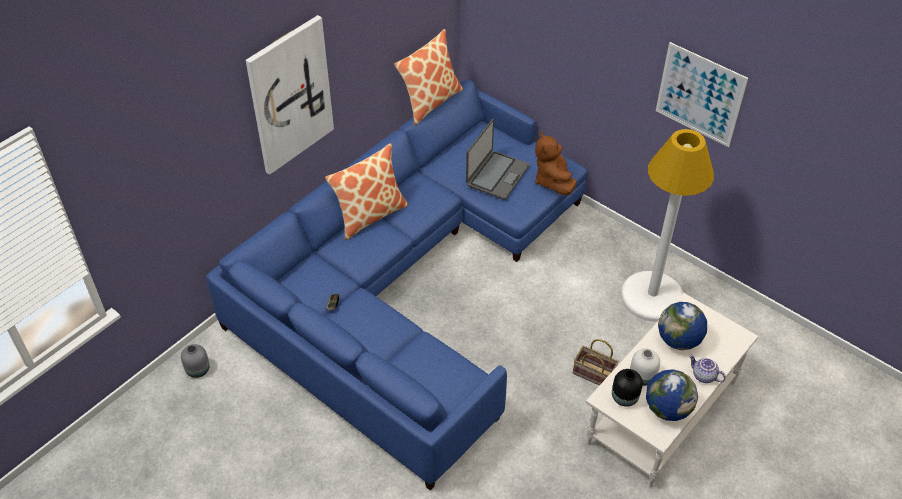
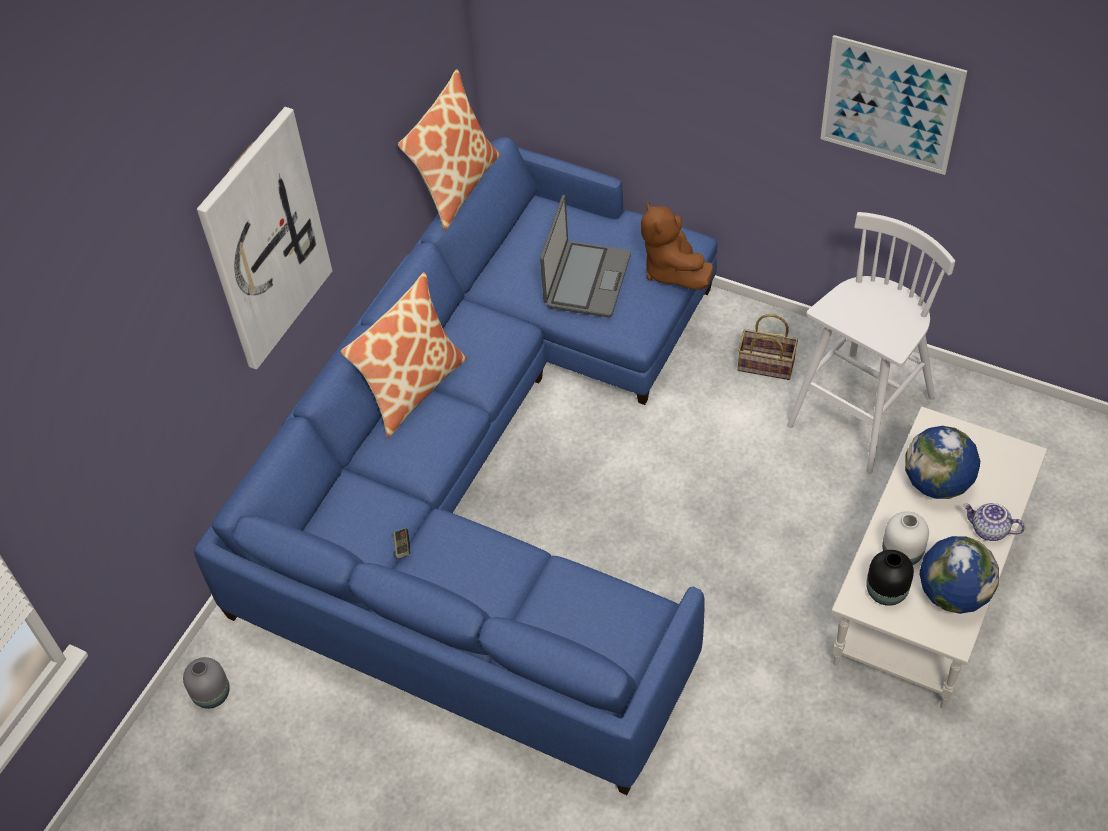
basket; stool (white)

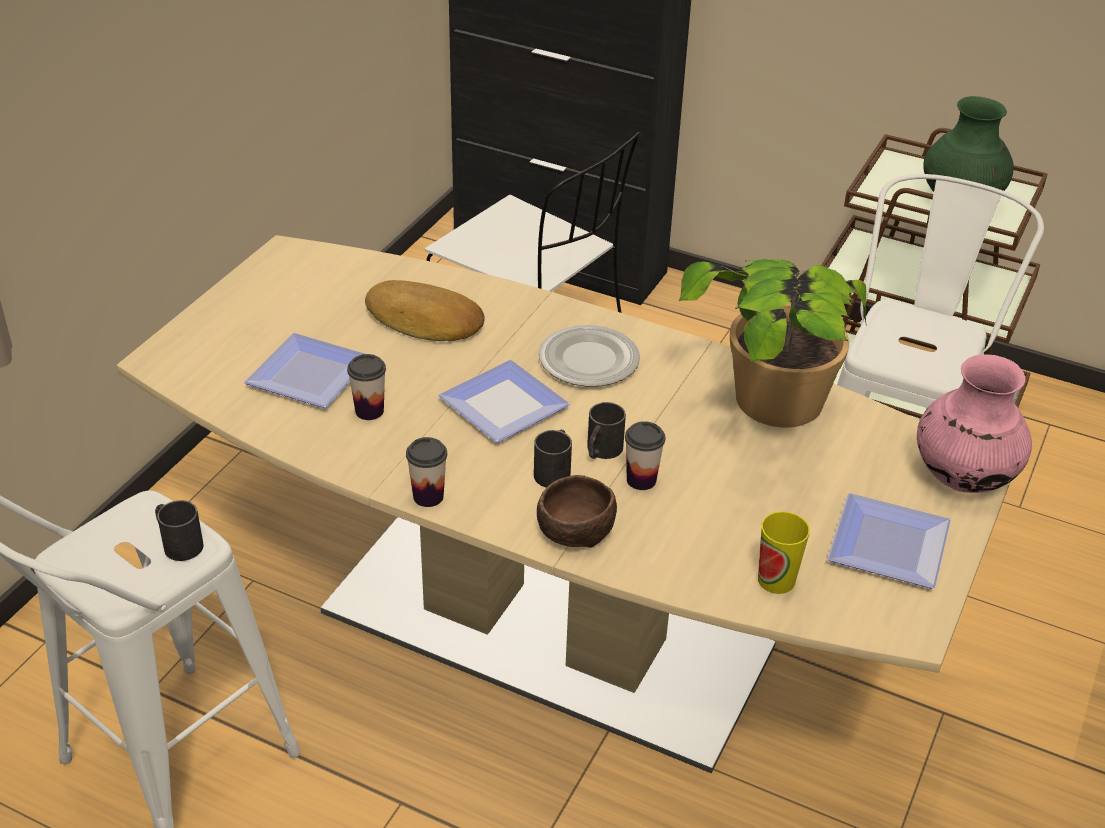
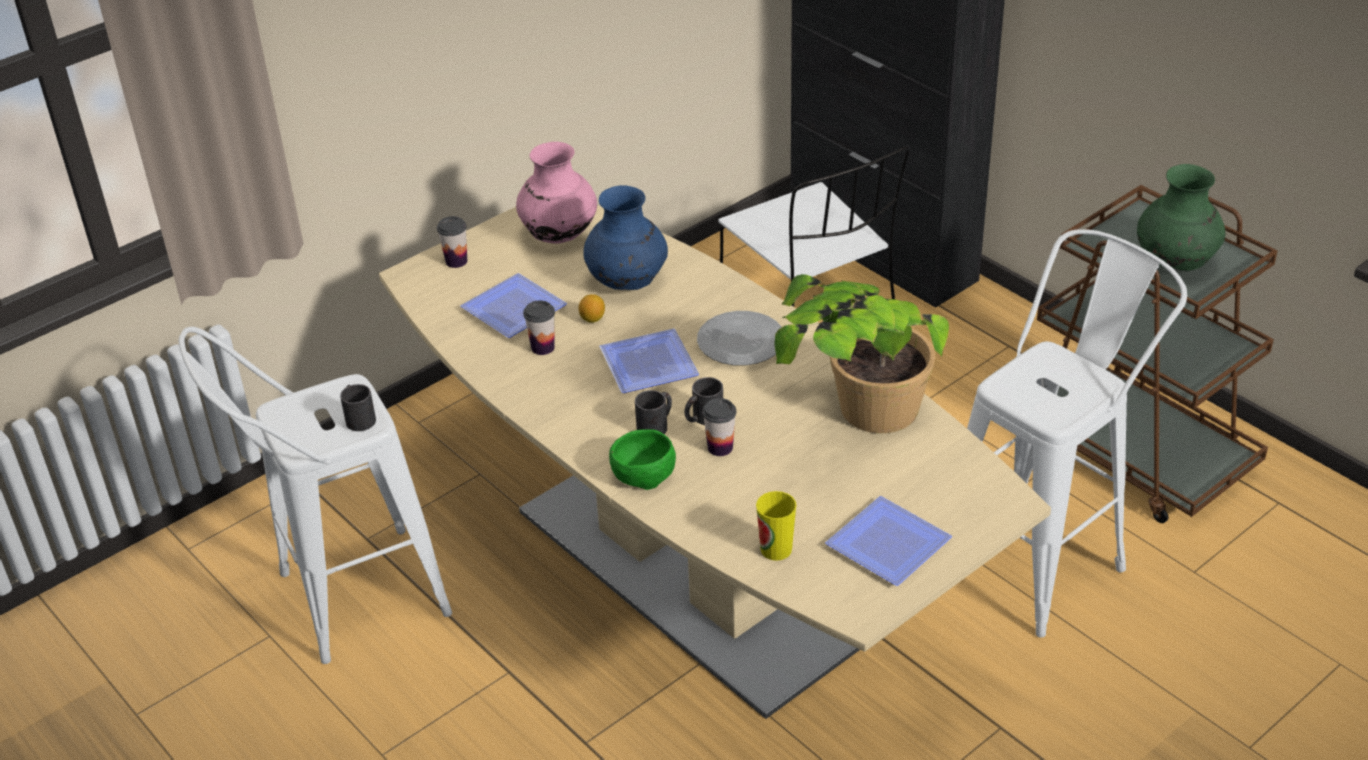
lemon; cup (no. 1 from left); vase (pink); vase (blue); bowl (green)

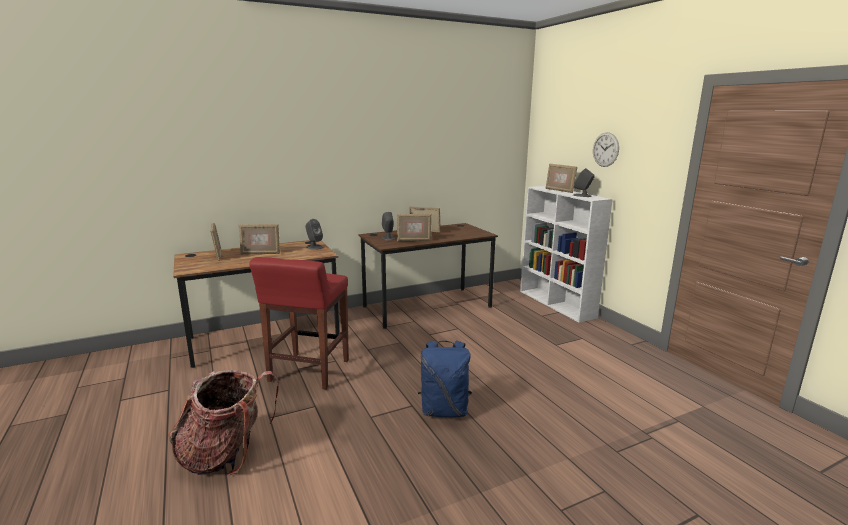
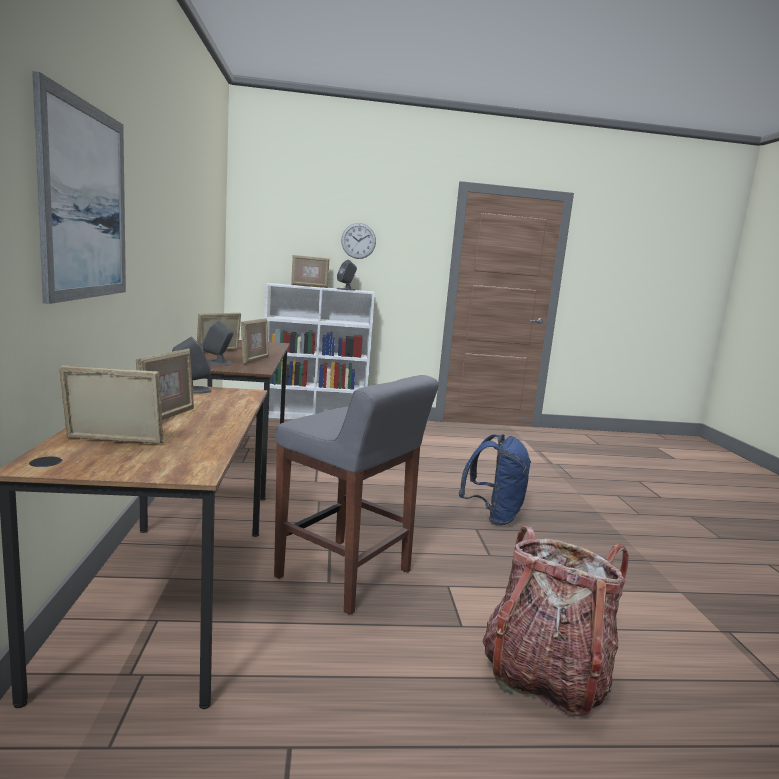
picture; stool (grey)

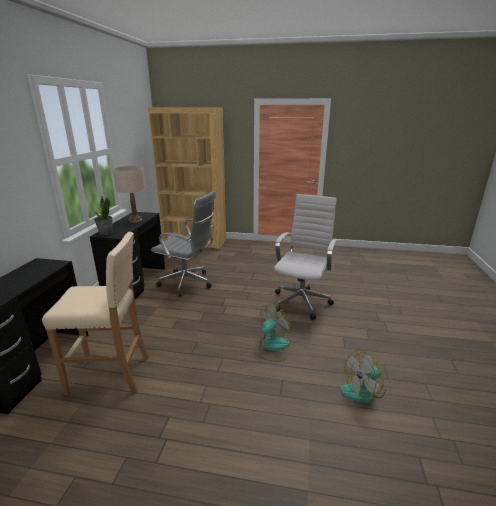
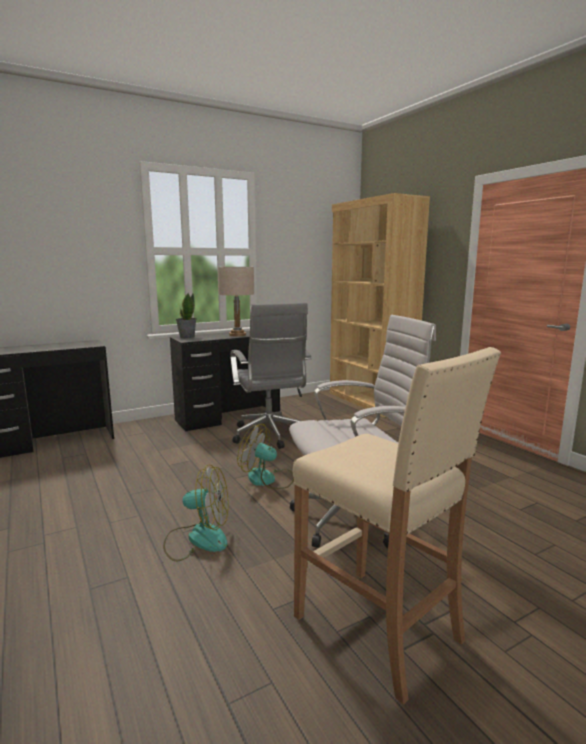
stool (beige); fan (no. 2 from left)

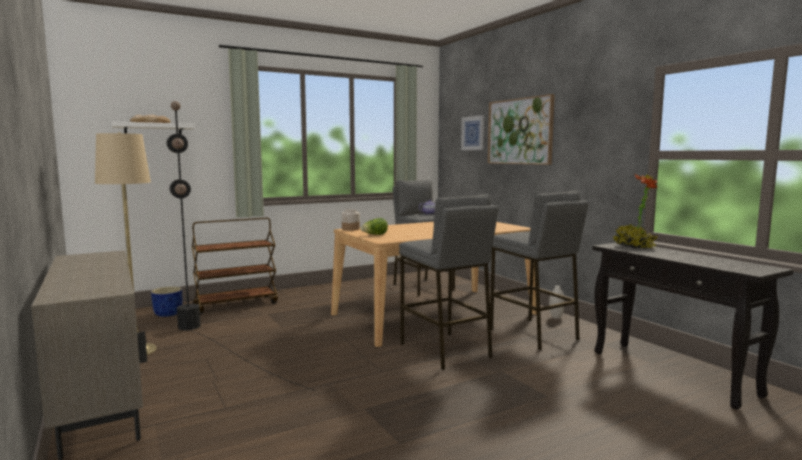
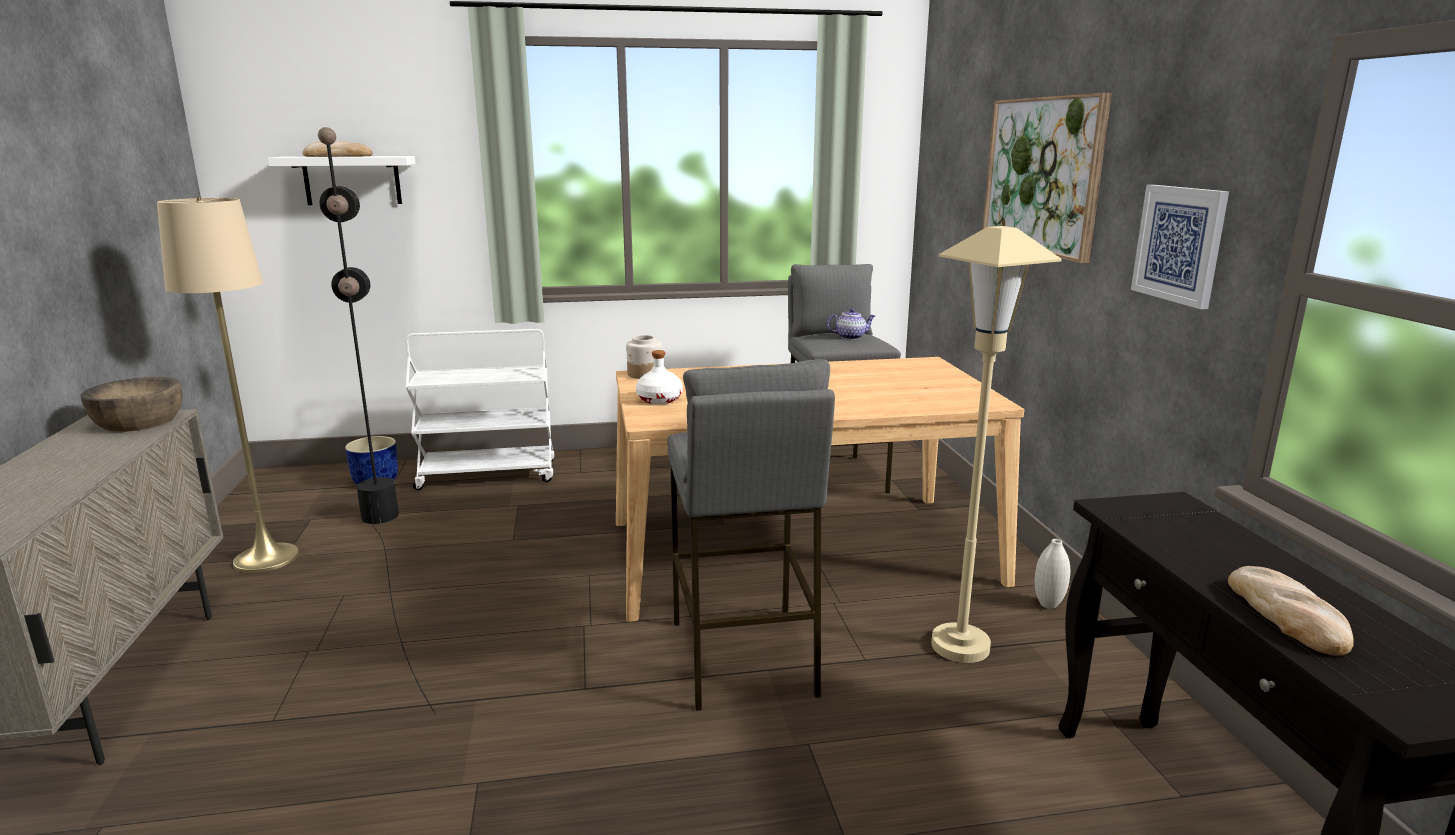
potted plant; bowl (brown); bread (no. 2 from left); picture (no. 2 from left); bottle (white); floor lamp (beige) (no. 2 from left); cart (white)

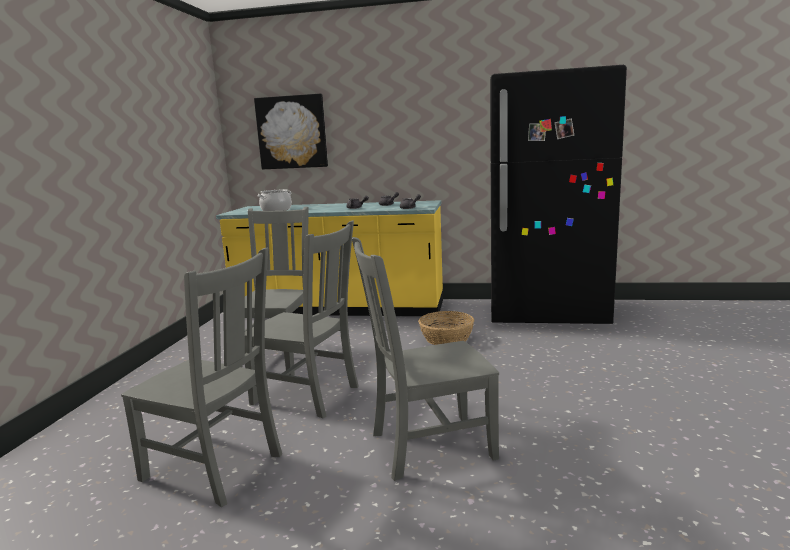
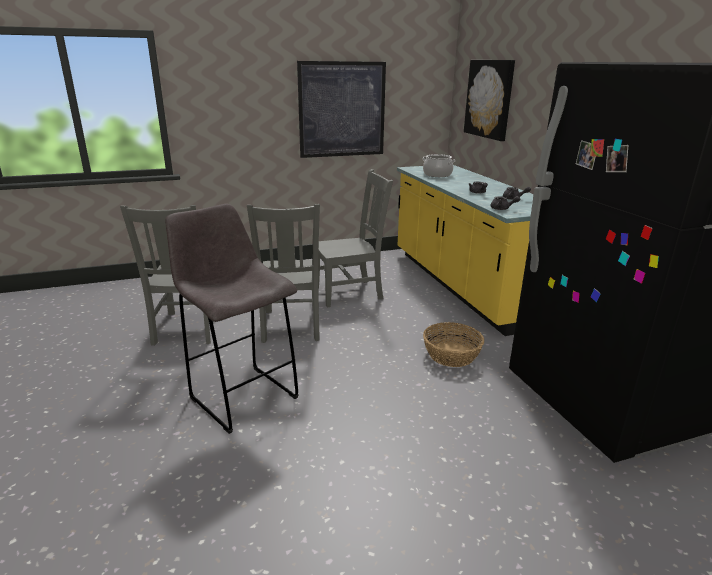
picture (no. 1 from left); stool (grey)

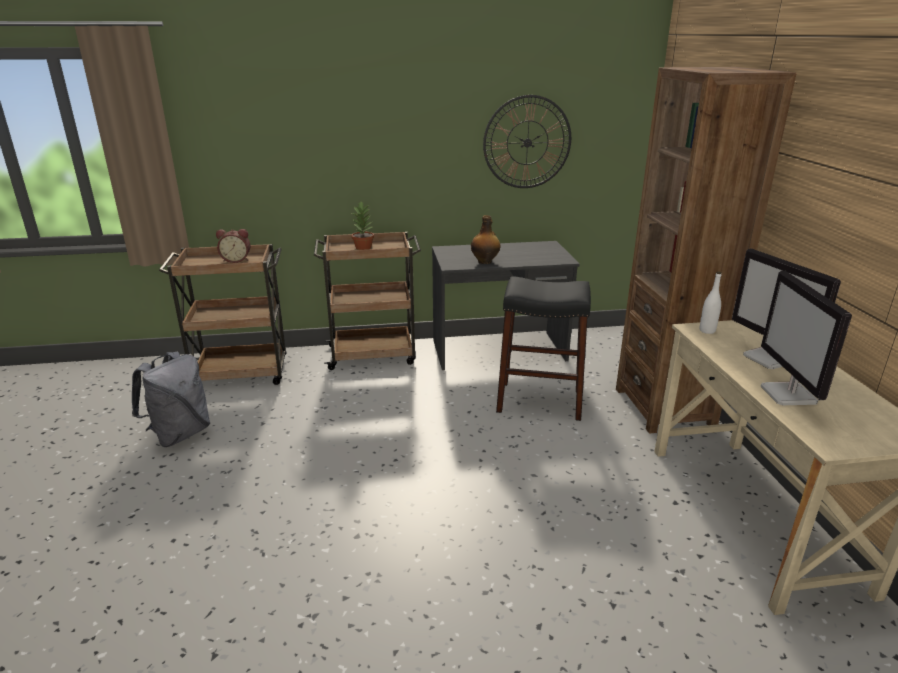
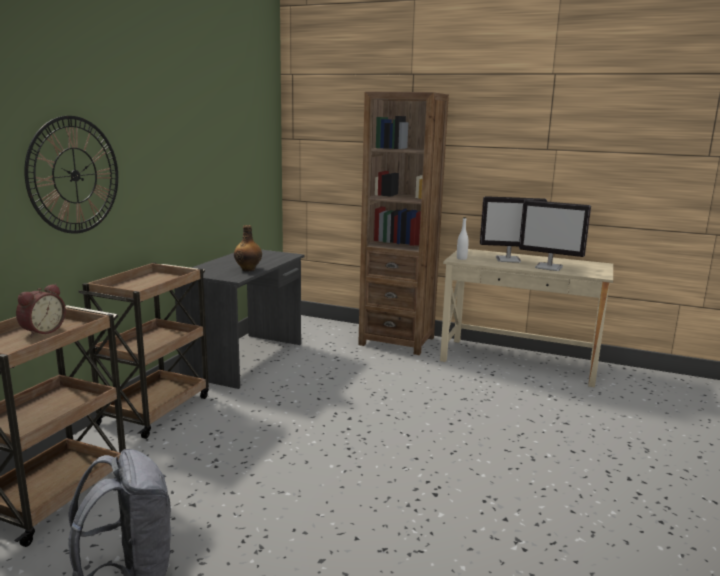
potted plant; stool (black); wall clock

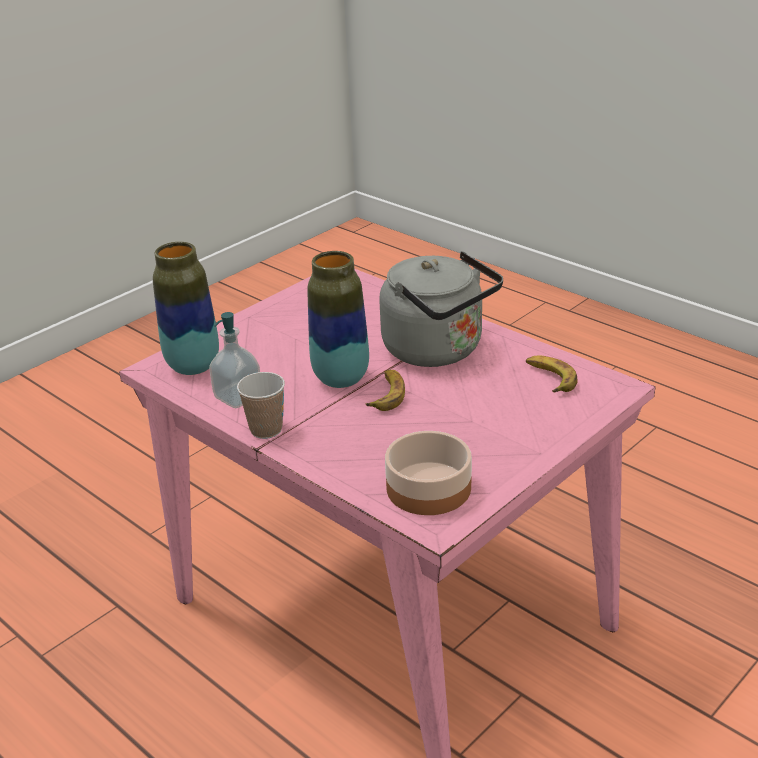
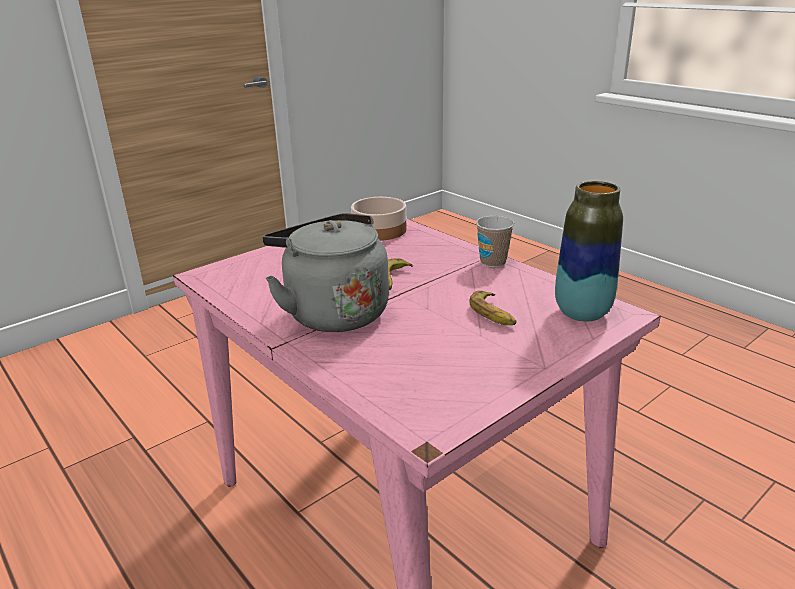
soap dispenser; vase (no. 2 from left in the first image); banana (no. 2 from left)

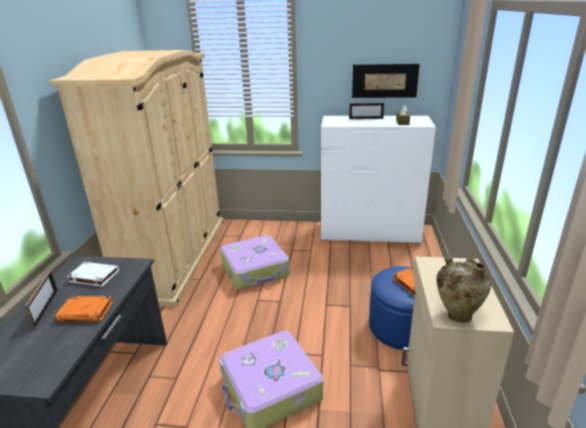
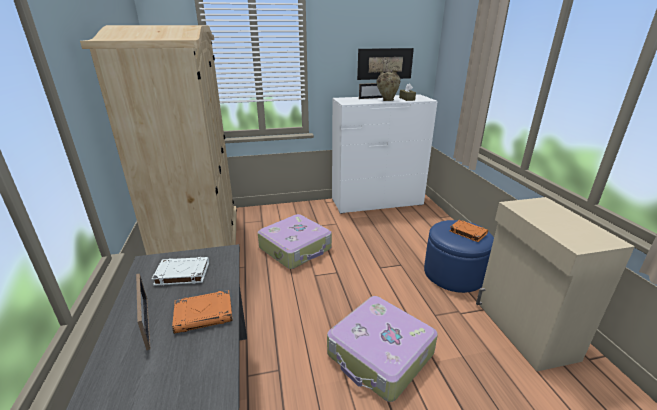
vase (beige)

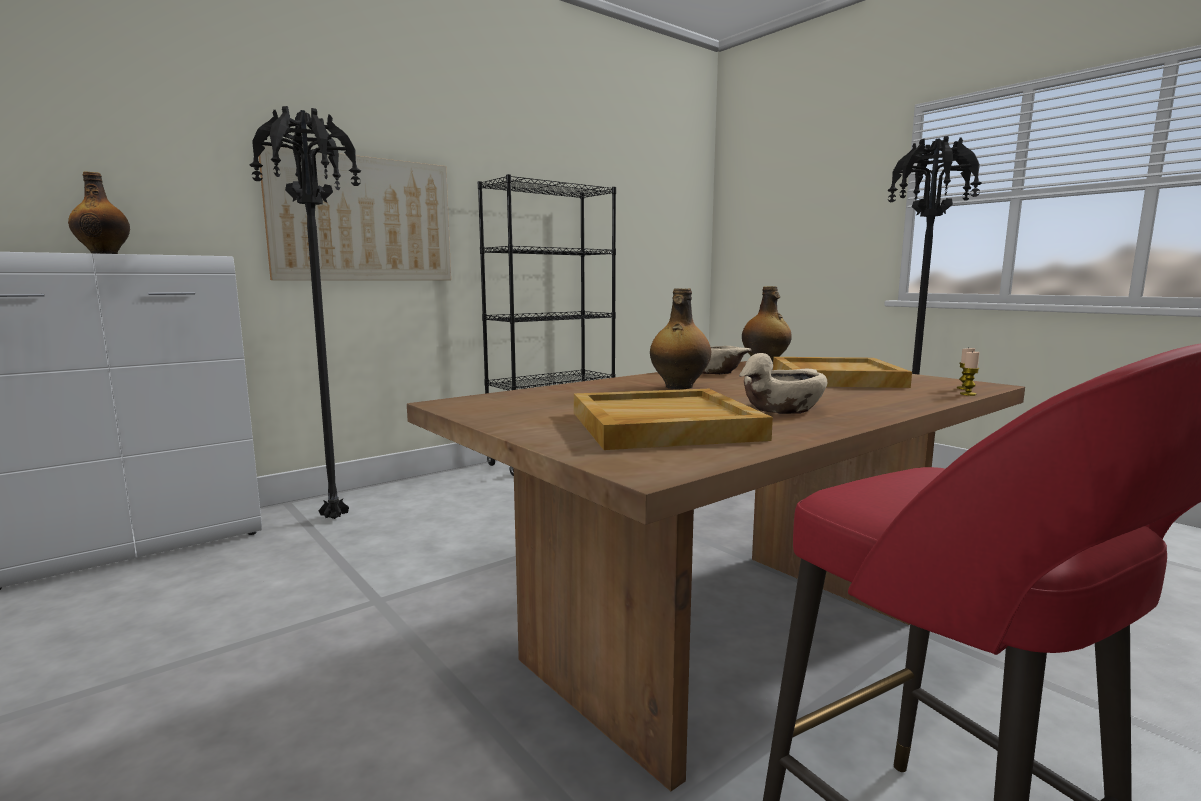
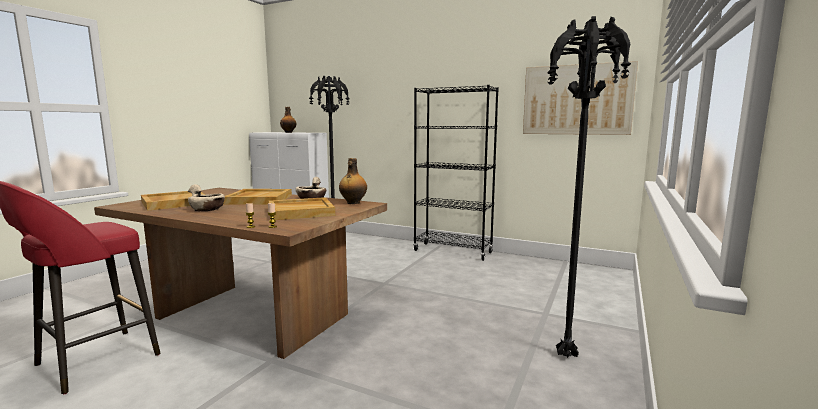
picture; tray (beige) (no. 2 from left)

